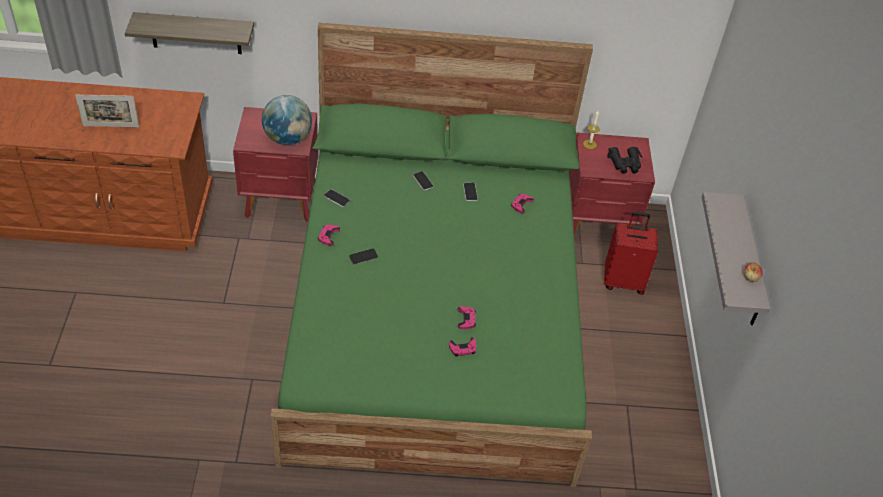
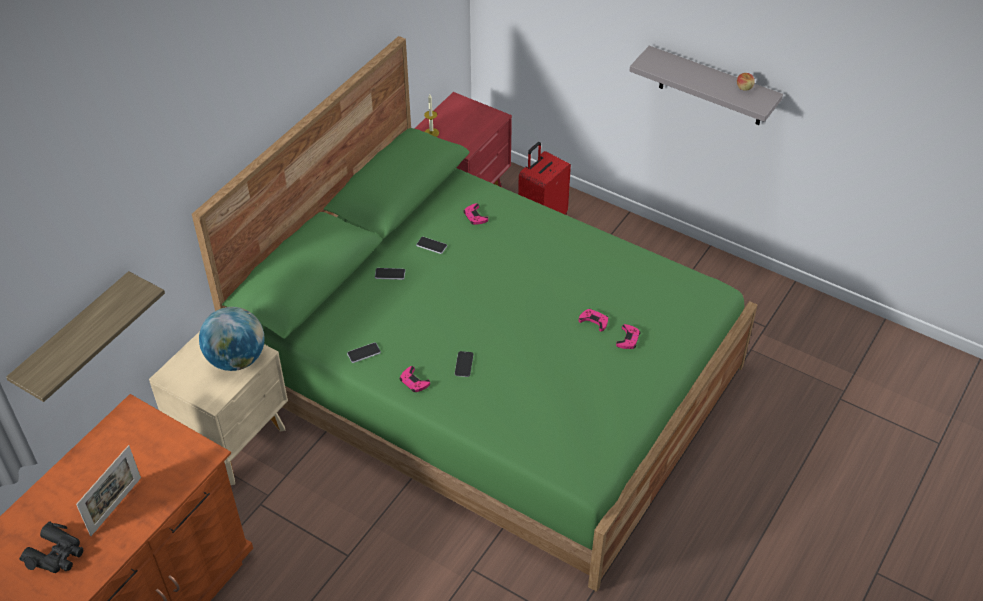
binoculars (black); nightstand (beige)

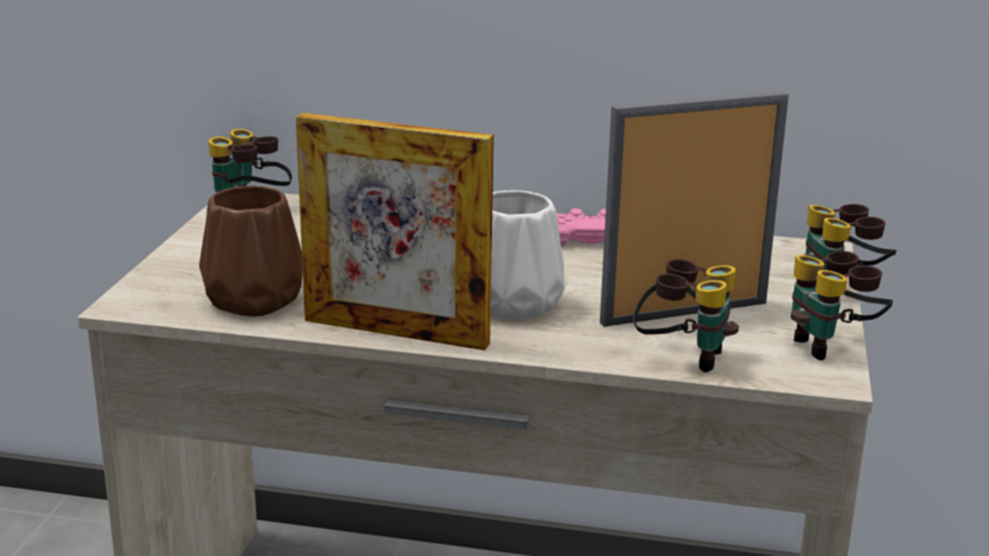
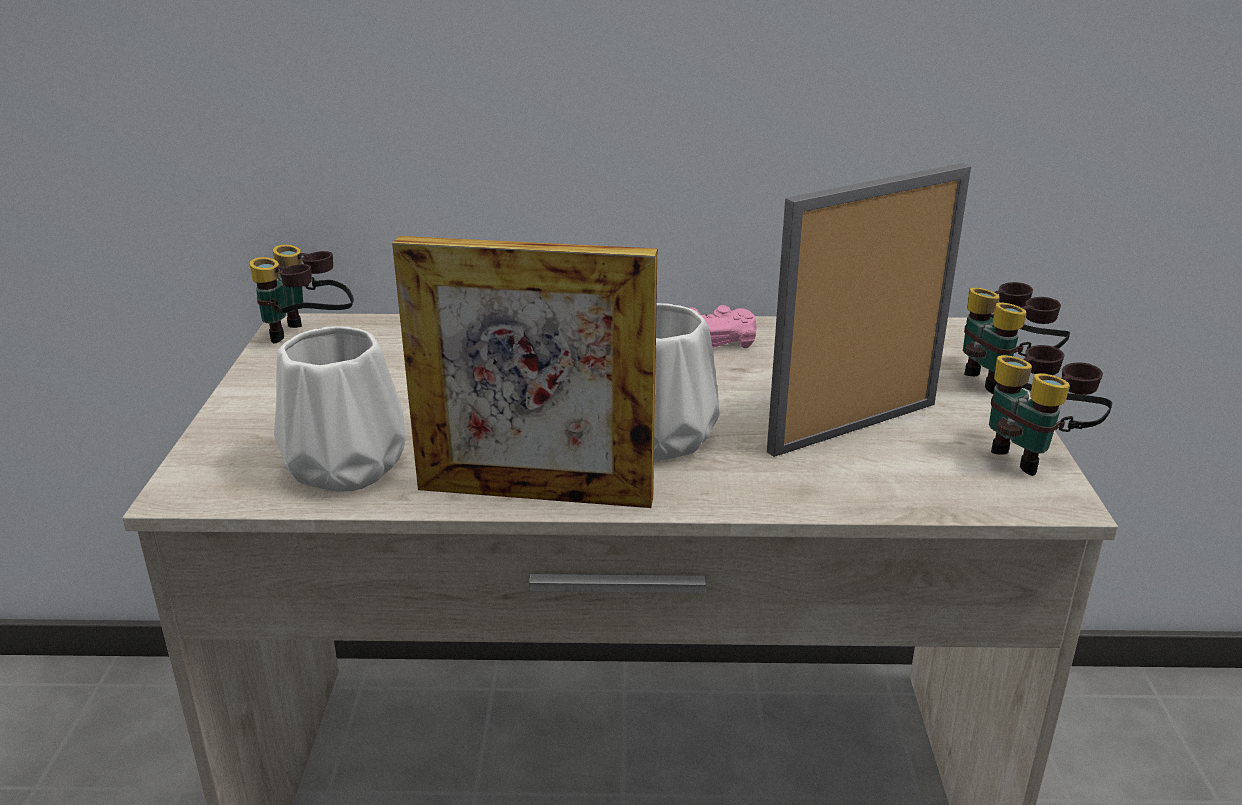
binoculars (no. 2 from left in the first image); vase (white) (no. 1 from left)

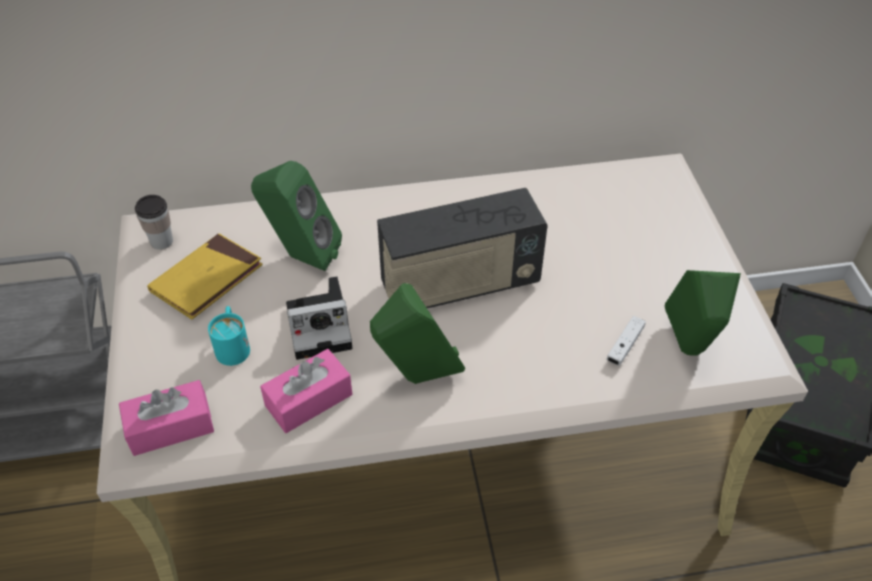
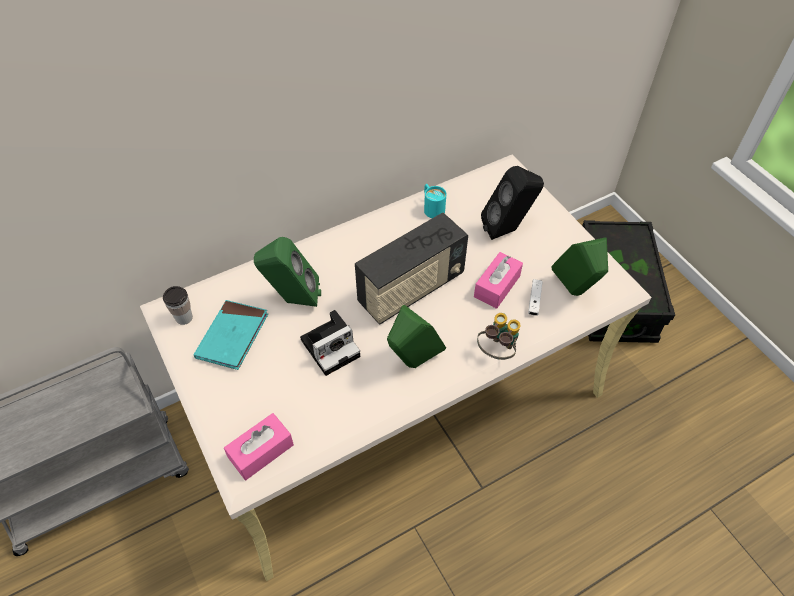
binoculars; speaker (black); mug (turquoise); tissue box (pink) (no. 2 from left); book (turquoise)

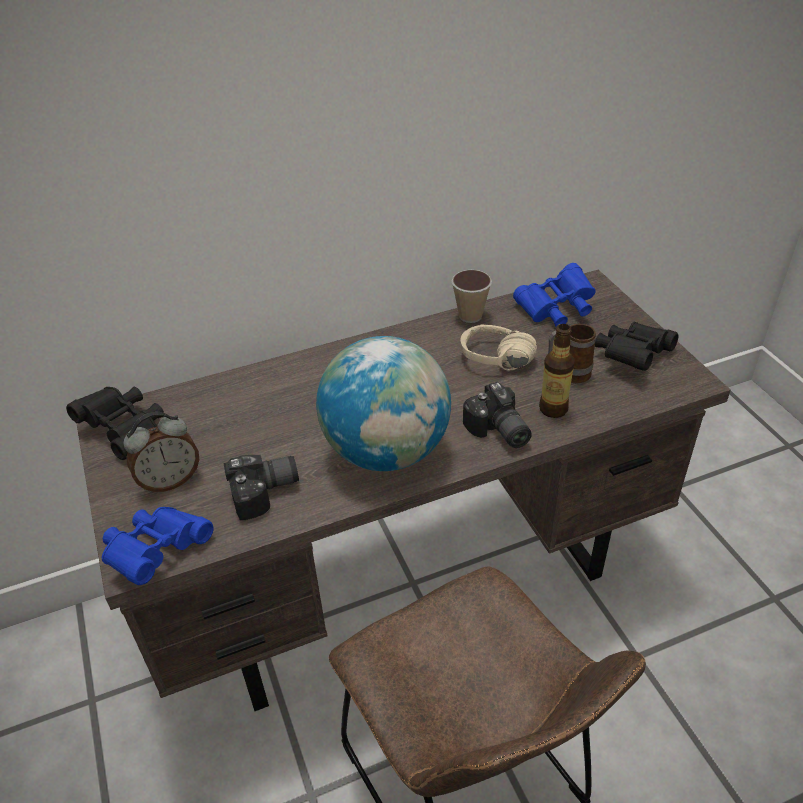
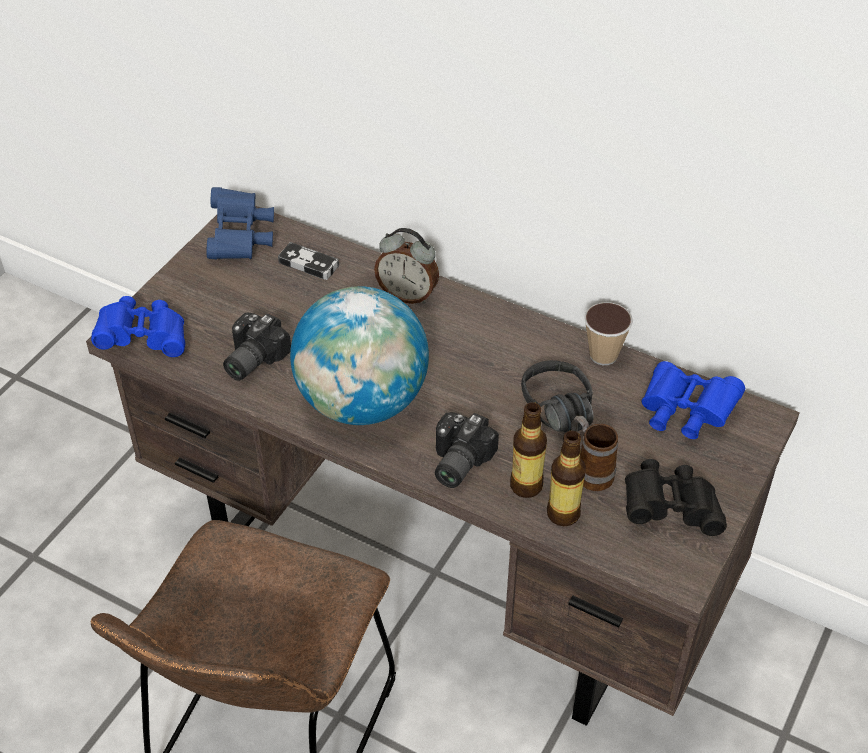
game controller; bottle (no. 2 from left); alarm clock; binoculars (blue) (no. 2 from left); headphones (black); photo camera (no. 1 from left)

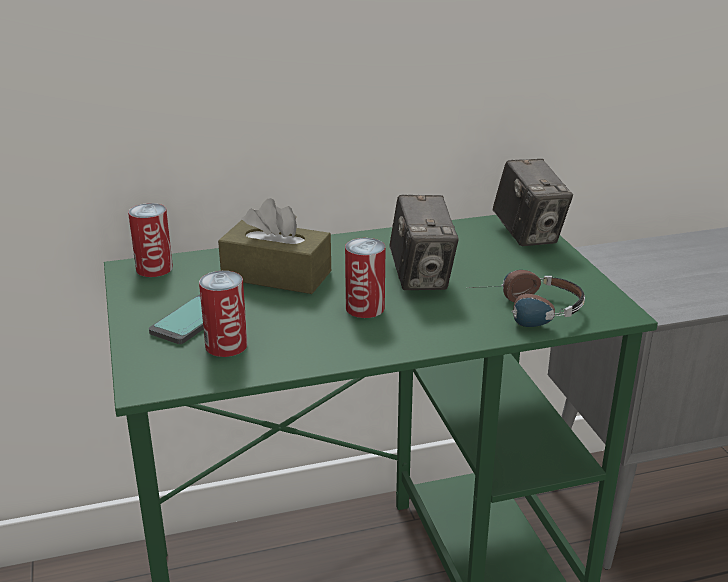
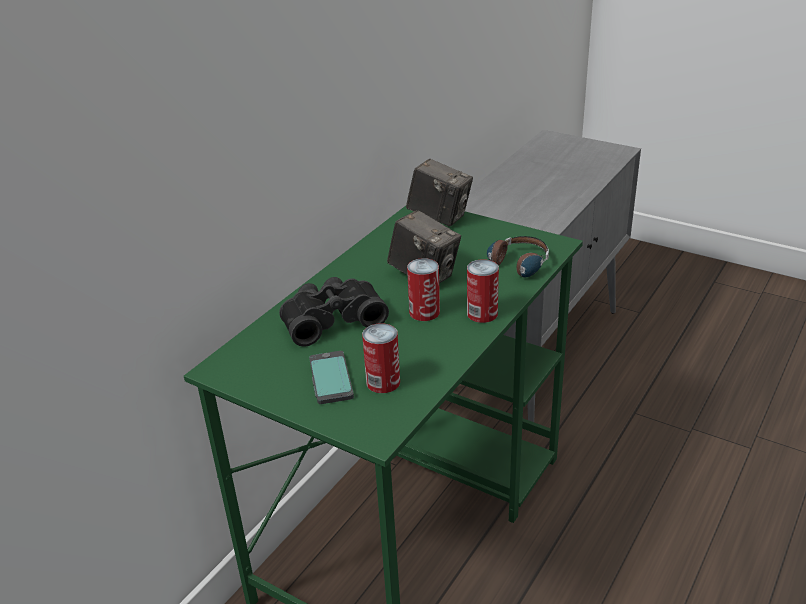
can (no. 3 from left); binoculars (black)

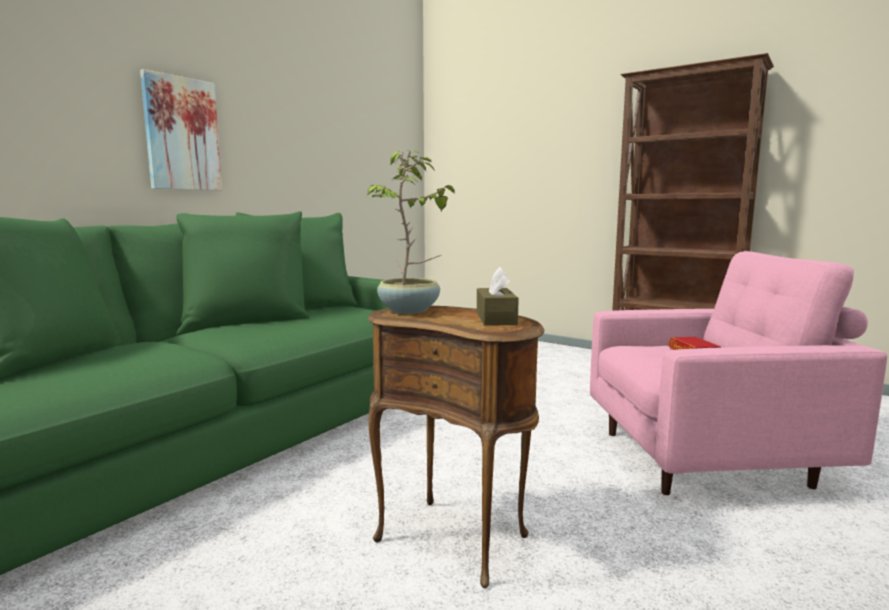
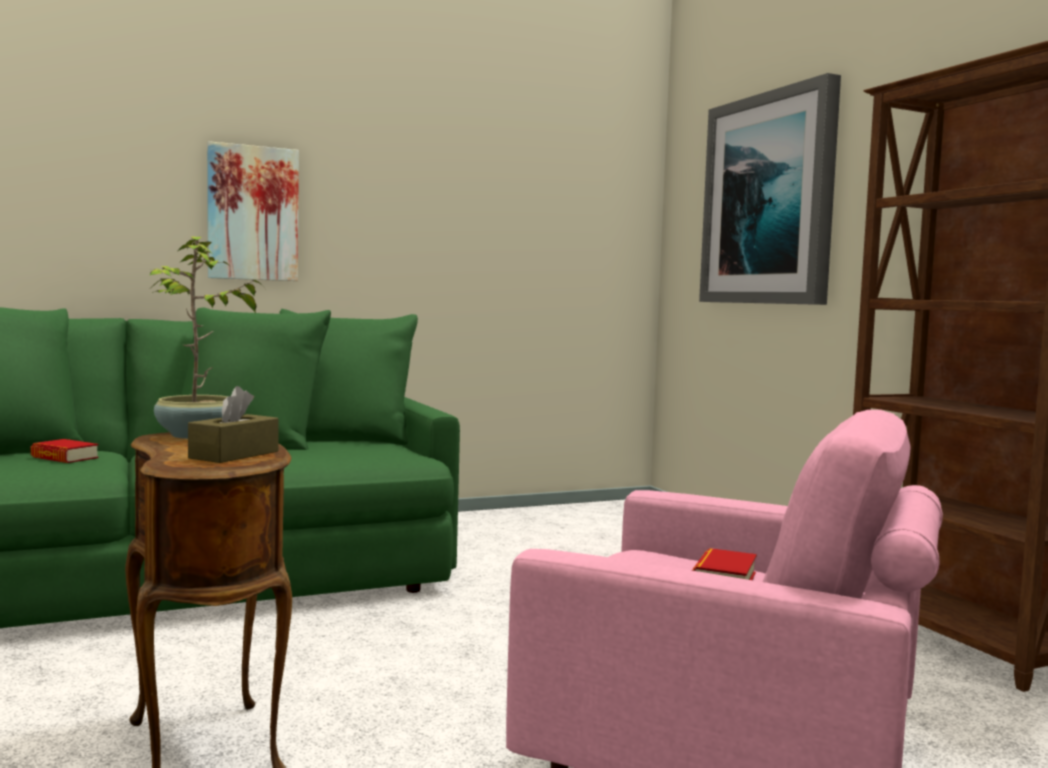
book (no. 1 from left); picture (no. 2 from left)

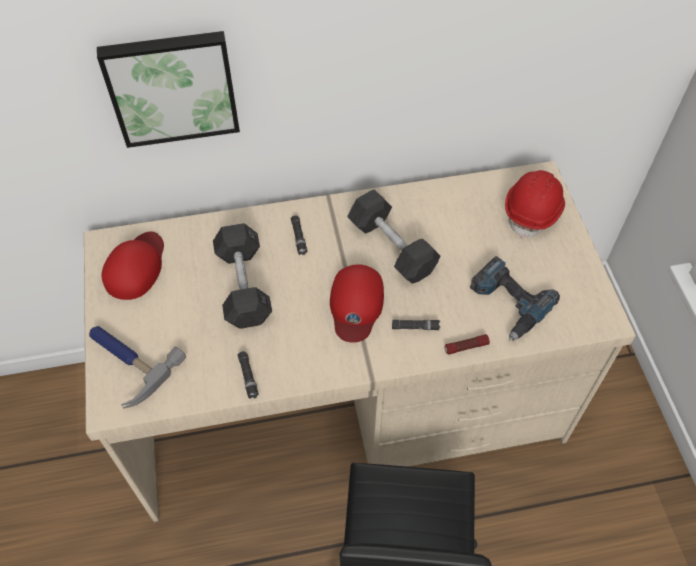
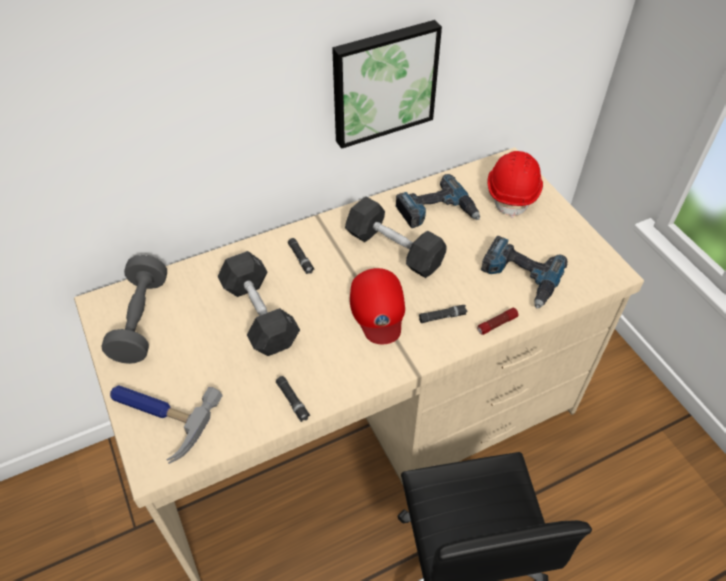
power drill (no. 1 from left); picture; dumbbell (grey) (no. 1 from left)

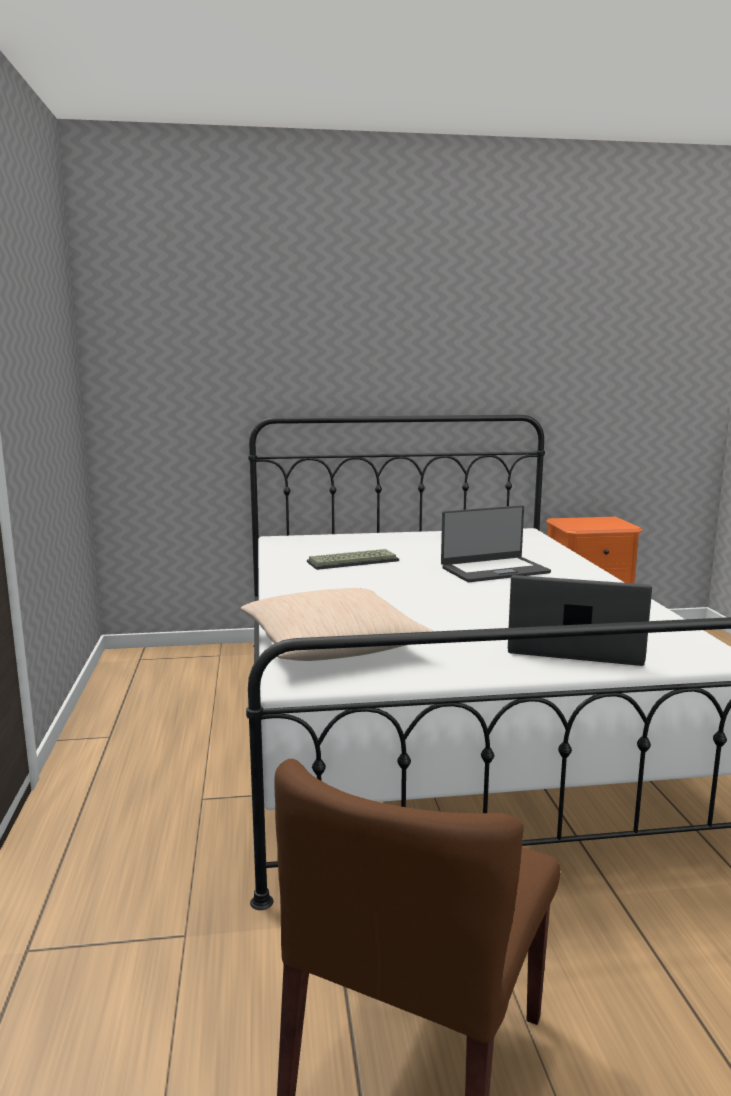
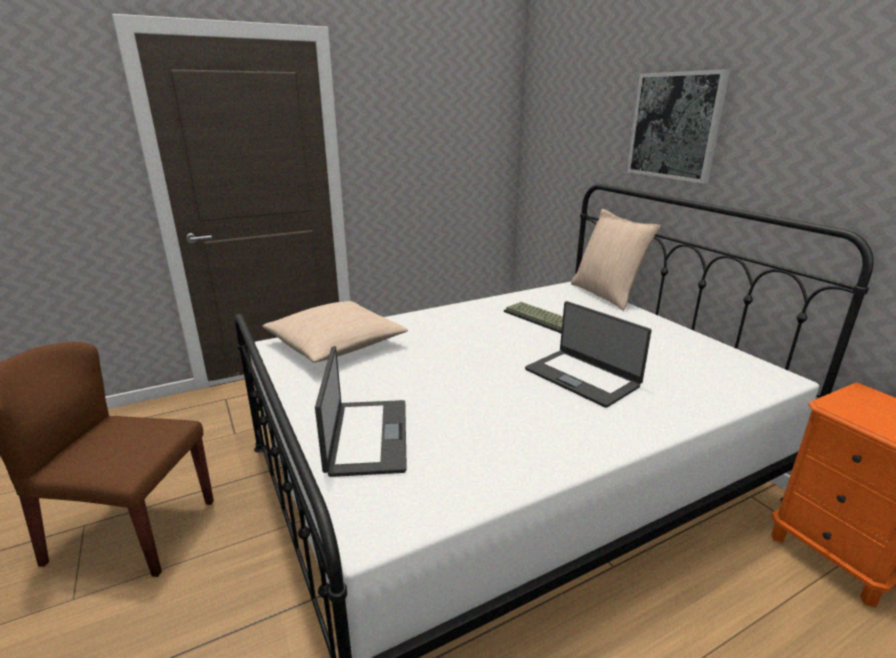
pillow (beige) (no. 2 from left); picture

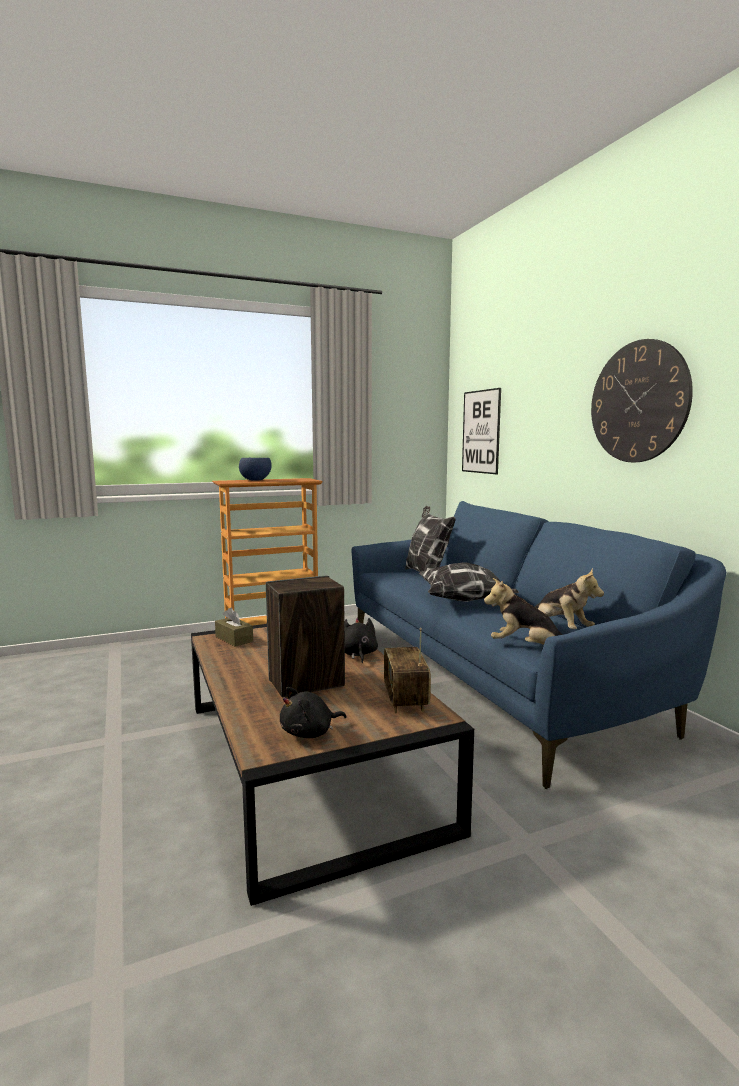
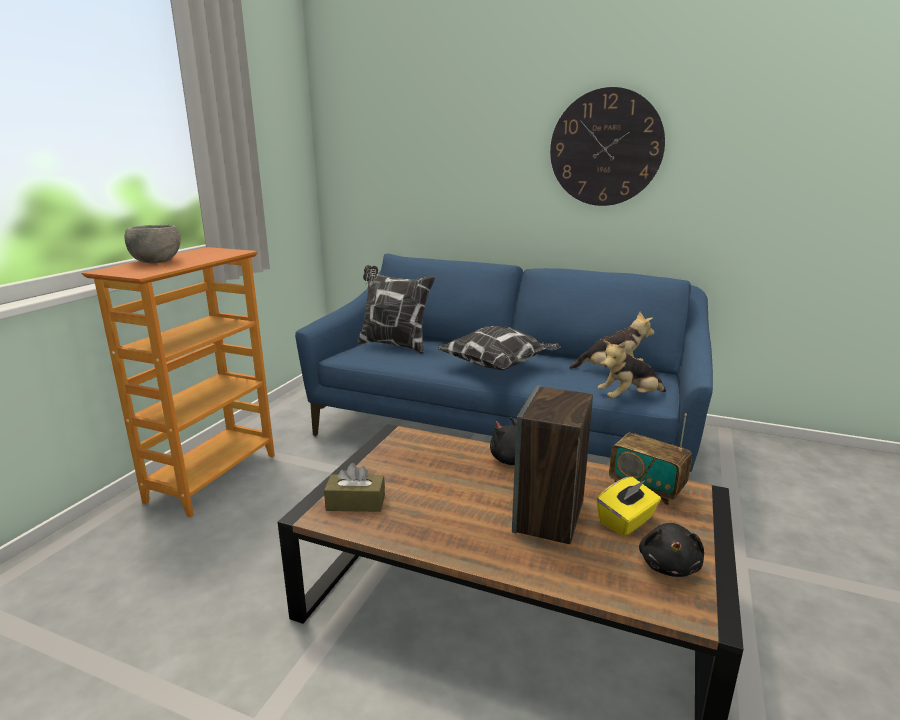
picture; tissue box (yellow); bowl (grey)

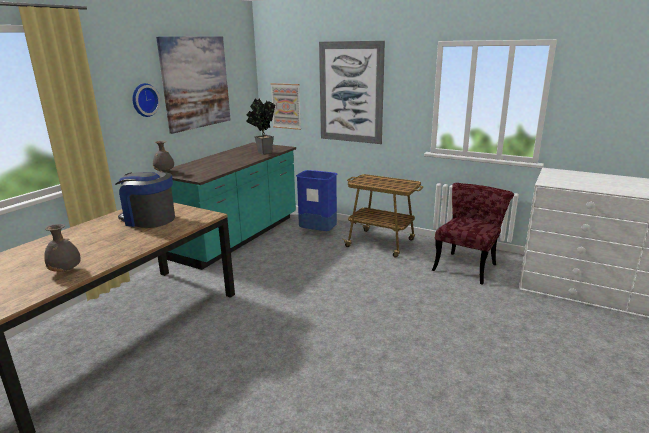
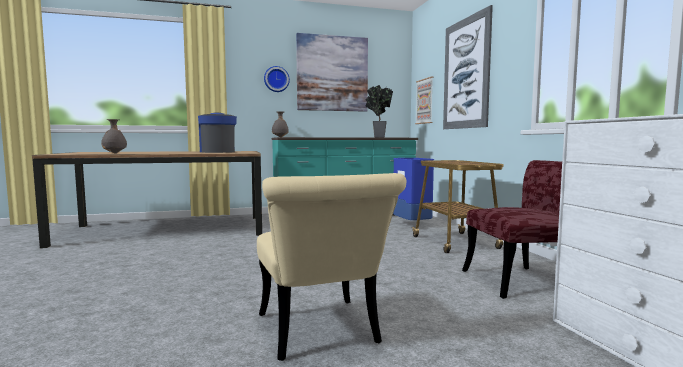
chair (beige)

